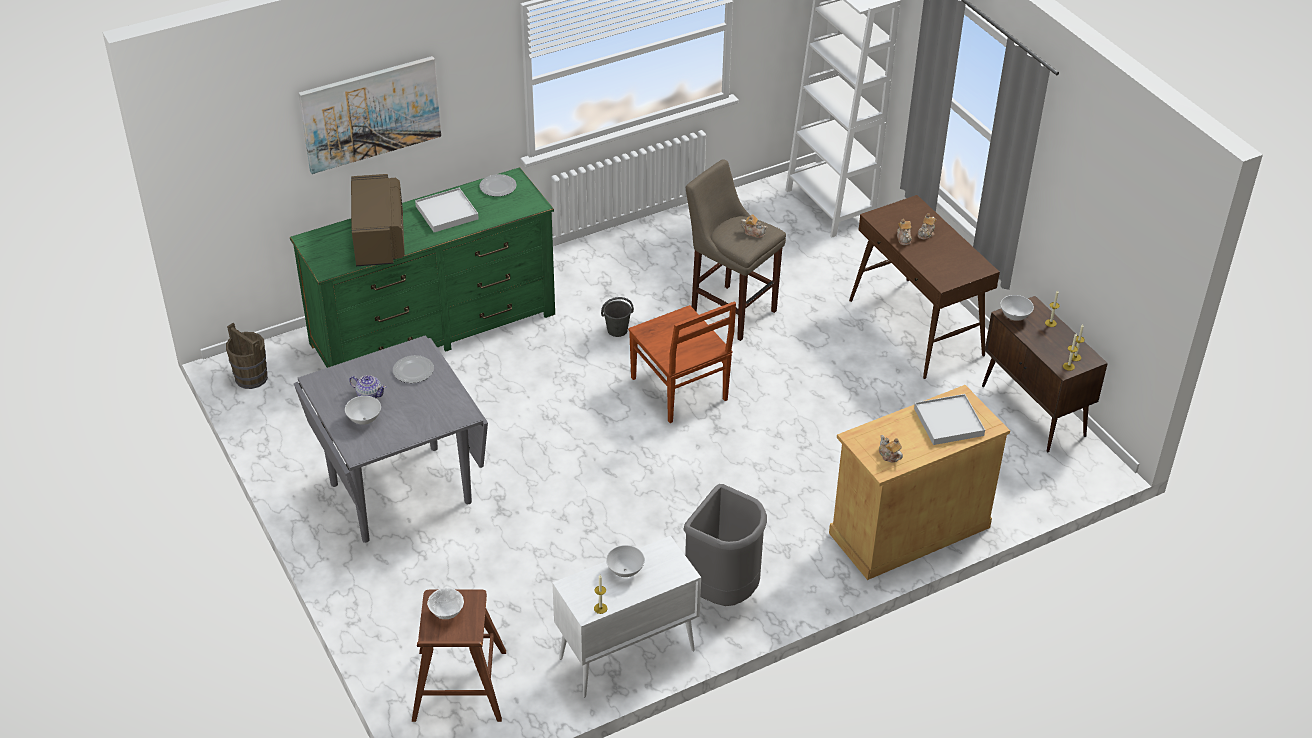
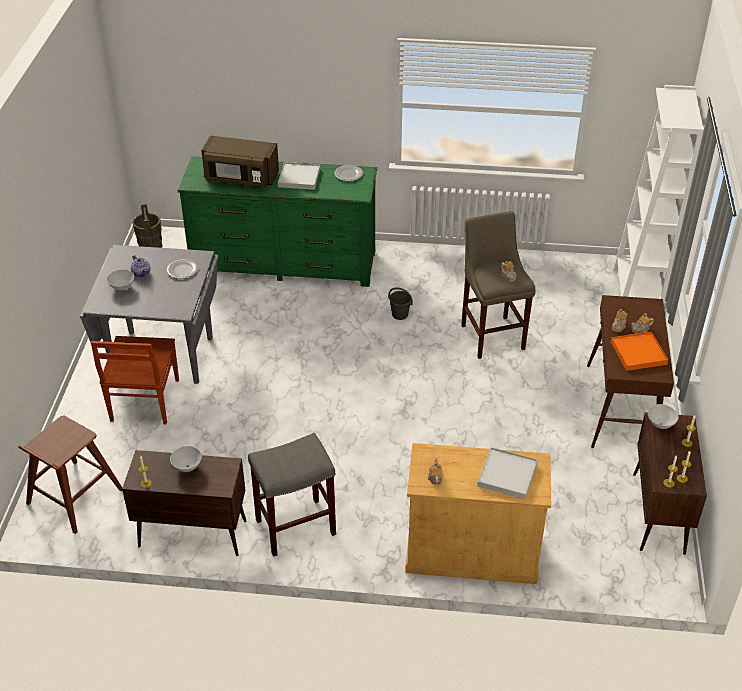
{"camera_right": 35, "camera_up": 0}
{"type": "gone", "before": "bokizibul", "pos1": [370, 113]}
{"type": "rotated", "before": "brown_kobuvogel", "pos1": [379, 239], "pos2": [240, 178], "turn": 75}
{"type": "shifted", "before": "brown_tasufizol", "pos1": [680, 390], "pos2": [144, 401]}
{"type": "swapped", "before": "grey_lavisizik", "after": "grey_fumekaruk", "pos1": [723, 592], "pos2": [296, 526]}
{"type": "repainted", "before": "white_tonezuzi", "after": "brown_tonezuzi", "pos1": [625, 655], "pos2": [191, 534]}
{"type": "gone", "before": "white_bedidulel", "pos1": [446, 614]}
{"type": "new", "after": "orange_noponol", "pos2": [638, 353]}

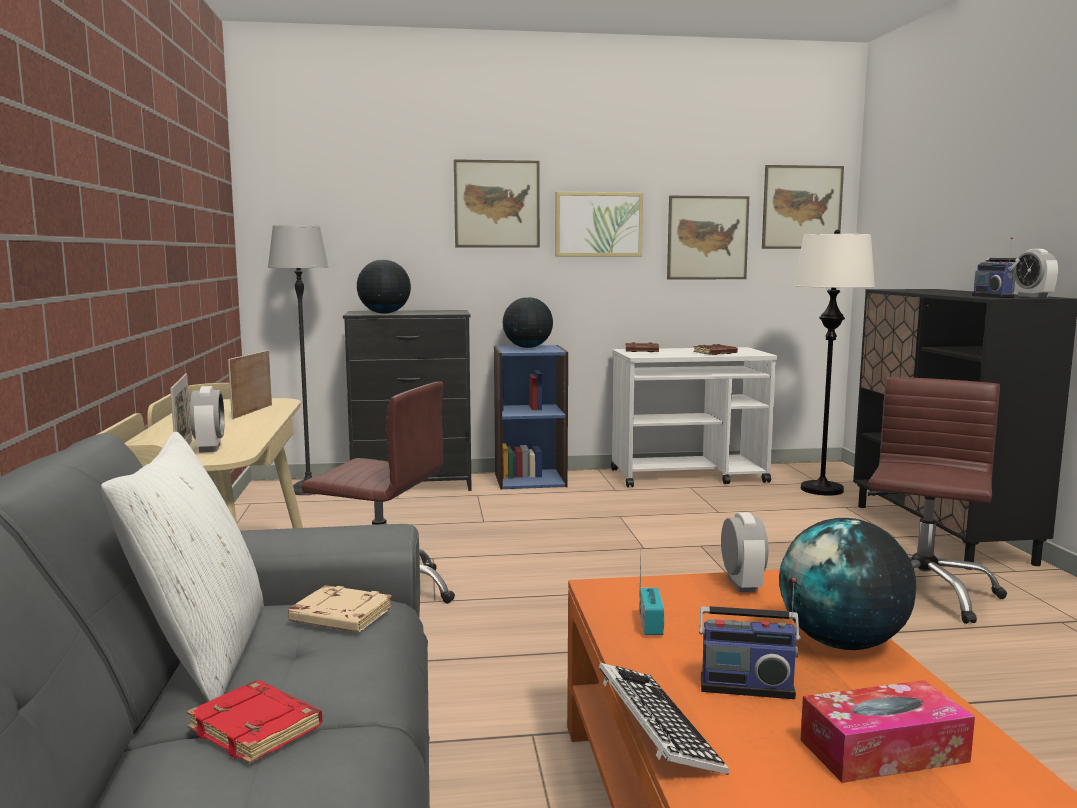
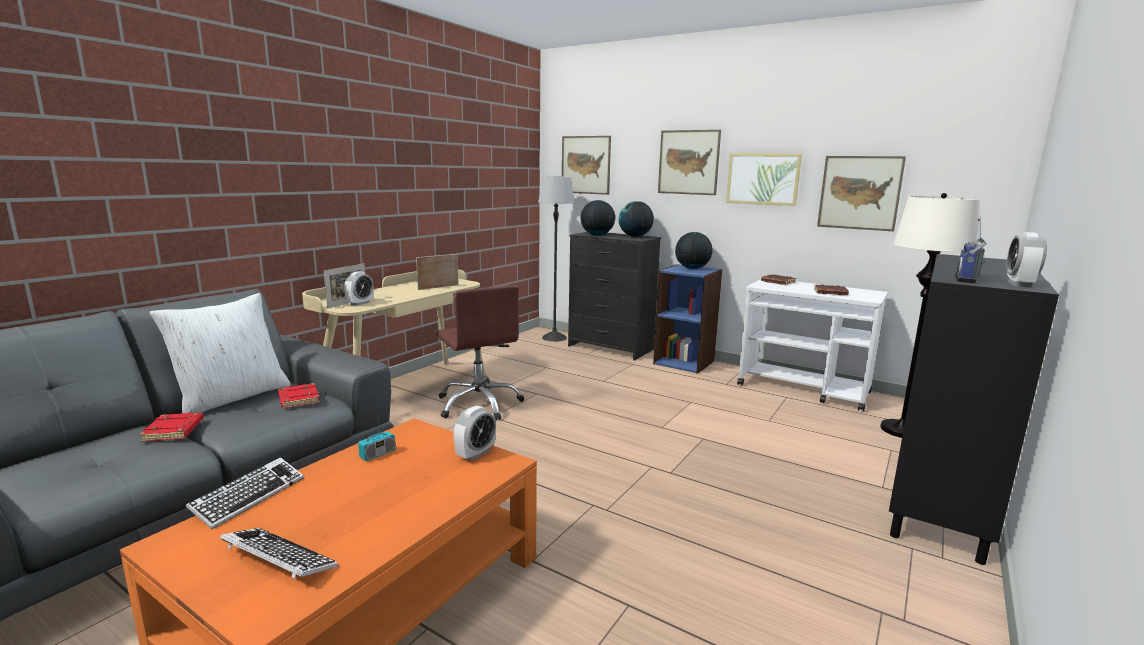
{"camera_right": 40, "camera_up": 5}
{"type": "shifted", "before": "bokizibul", "pos1": [802, 207], "pos2": [585, 165]}
{"type": "gone", "before": "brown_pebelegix", "pos1": [921, 592]}
{"type": "shifted", "before": "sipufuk", "pos1": [843, 643], "pos2": [635, 236]}
{"type": "gone", "before": "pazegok", "pos1": [746, 685]}
{"type": "repainted", "before": "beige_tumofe", "after": "red_tumofe", "pos1": [339, 617], "pos2": [298, 399]}
{"type": "swapped", "before": "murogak", "after": "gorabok", "pos1": [883, 751], "pos2": [278, 559]}

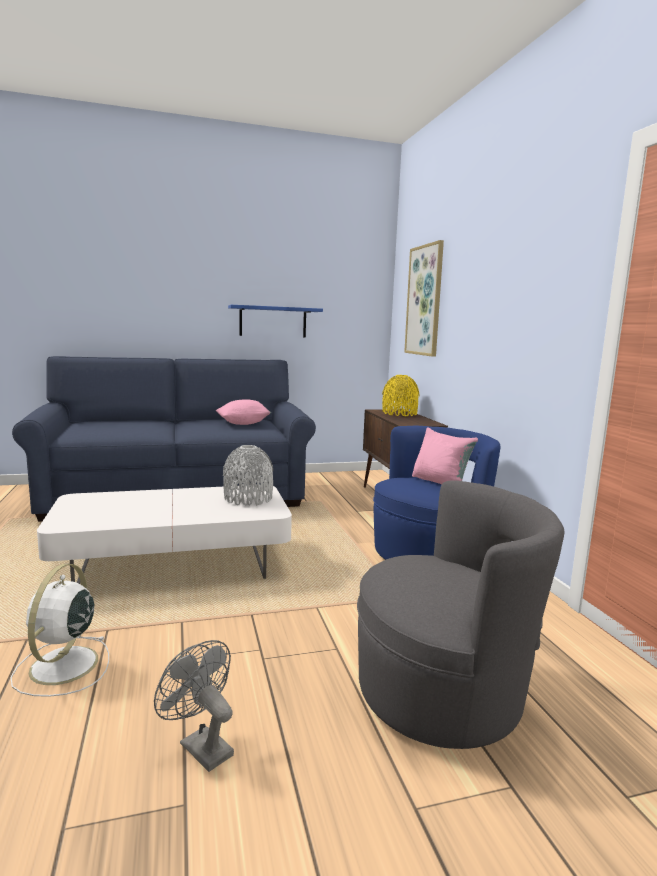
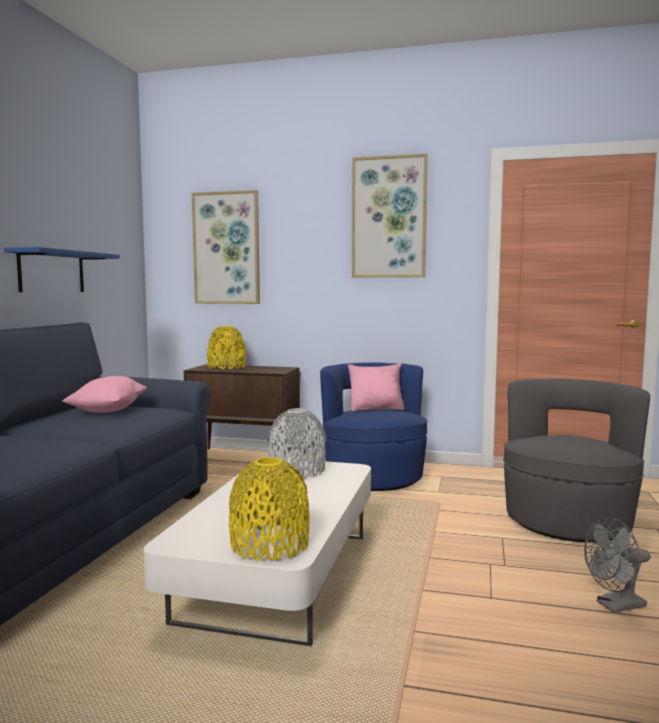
{"camera_right": -60, "camera_up": -5}
{"type": "gone", "before": "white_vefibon", "pos1": [62, 667]}
{"type": "new", "after": "bokizibul", "pos2": [389, 217]}
{"type": "new", "after": "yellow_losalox", "pos2": [269, 544]}

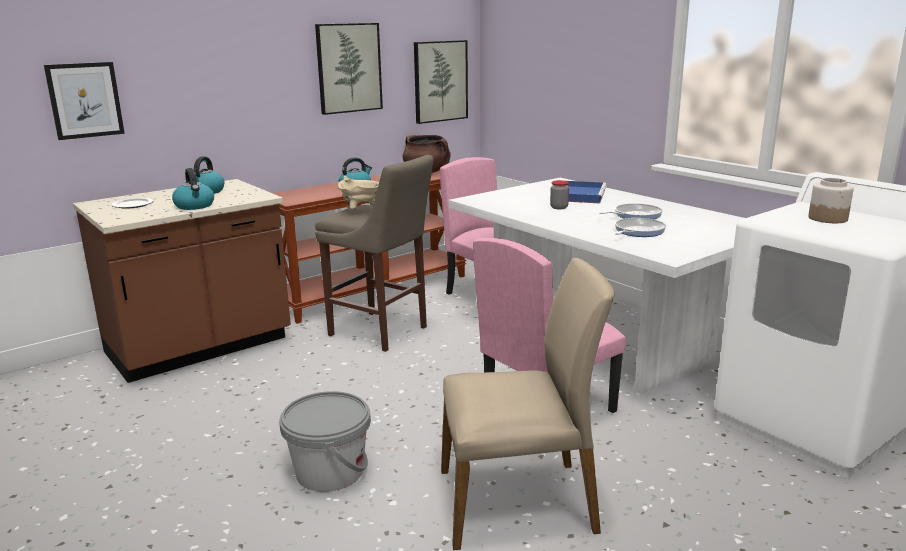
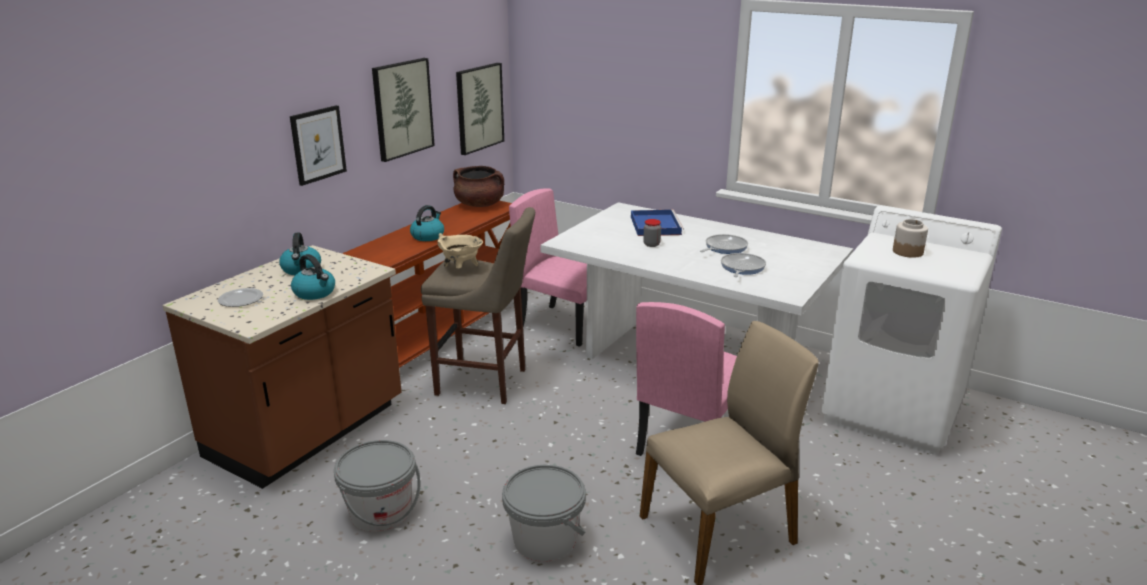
{"camera_right": -20, "camera_up": 5}
{"type": "shifted", "before": "bokizibul", "pos1": [85, 100], "pos2": [318, 144]}
{"type": "new", "after": "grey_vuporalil", "pos2": [380, 511]}

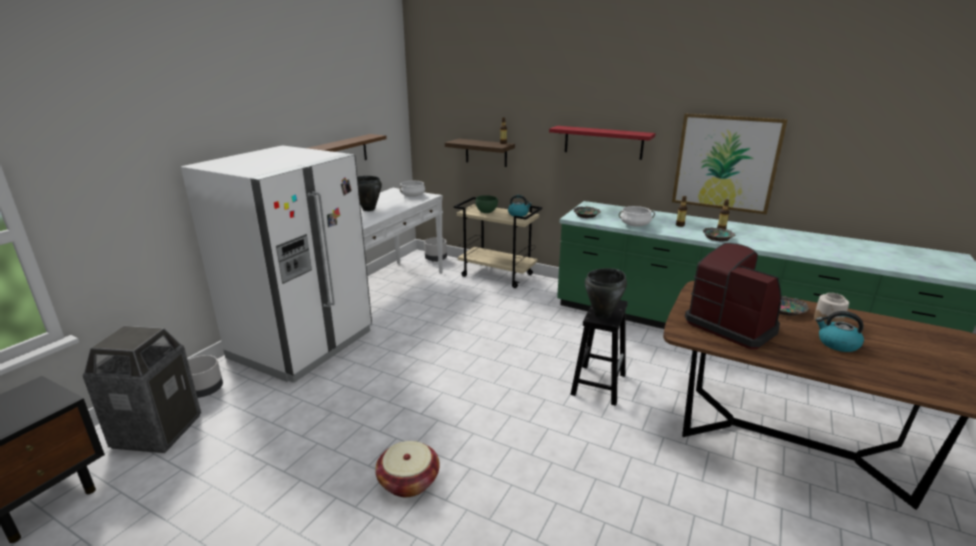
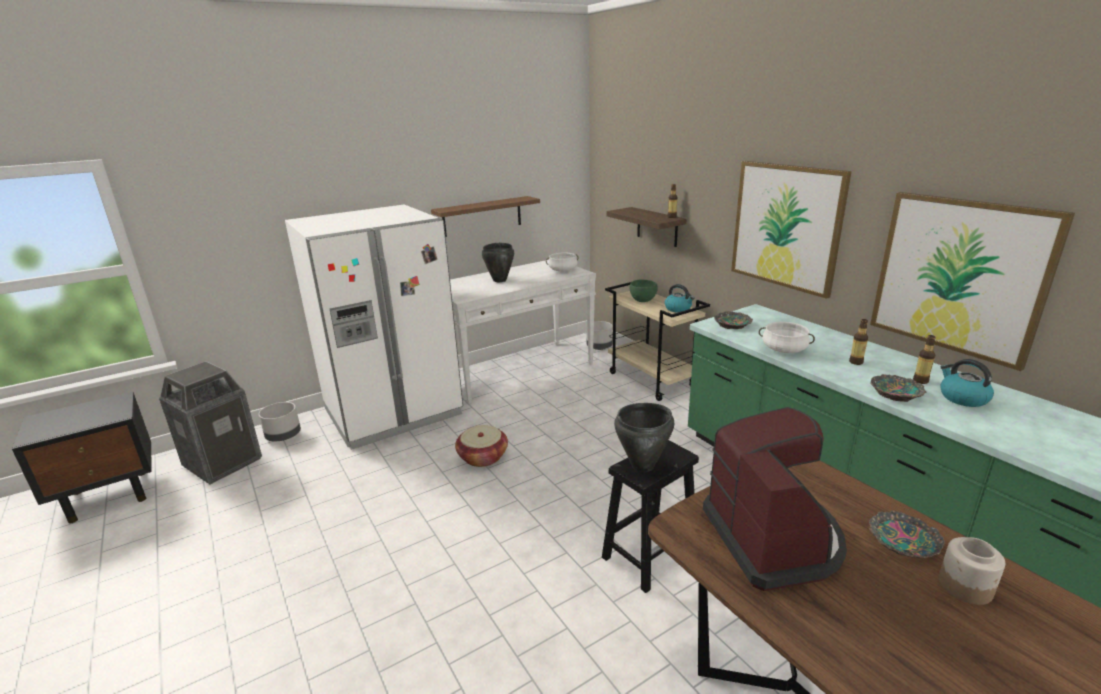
{"camera_right": 30, "camera_up": 0}
{"type": "swapped", "before": "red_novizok", "after": "bokizibul", "pos1": [603, 142], "pos2": [786, 226]}
{"type": "shifted", "before": "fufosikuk", "pos1": [837, 344], "pos2": [962, 398]}
{"type": "shifted", "before": "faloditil", "pos1": [409, 481], "pos2": [483, 457]}

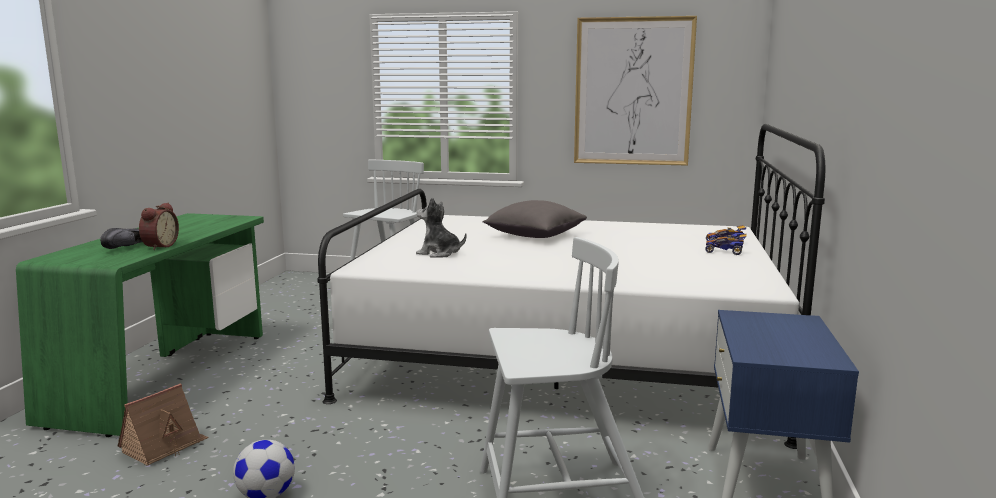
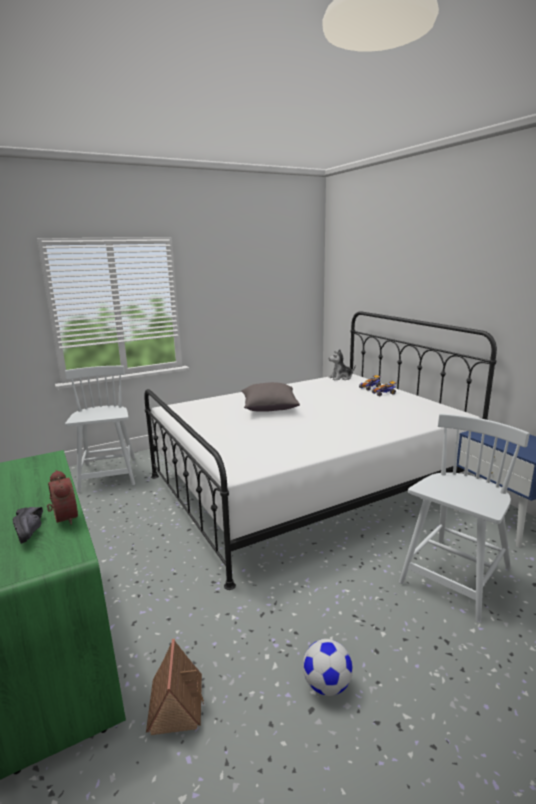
{"camera_right": -40, "camera_up": 5}
{"type": "gone", "before": "bokizibul", "pos1": [633, 92]}
{"type": "shifted", "before": "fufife", "pos1": [439, 253], "pos2": [341, 378]}

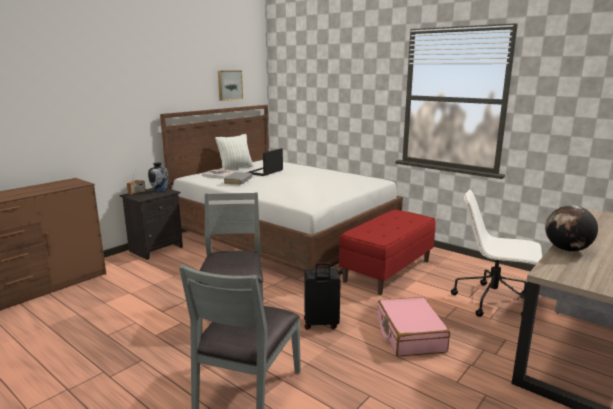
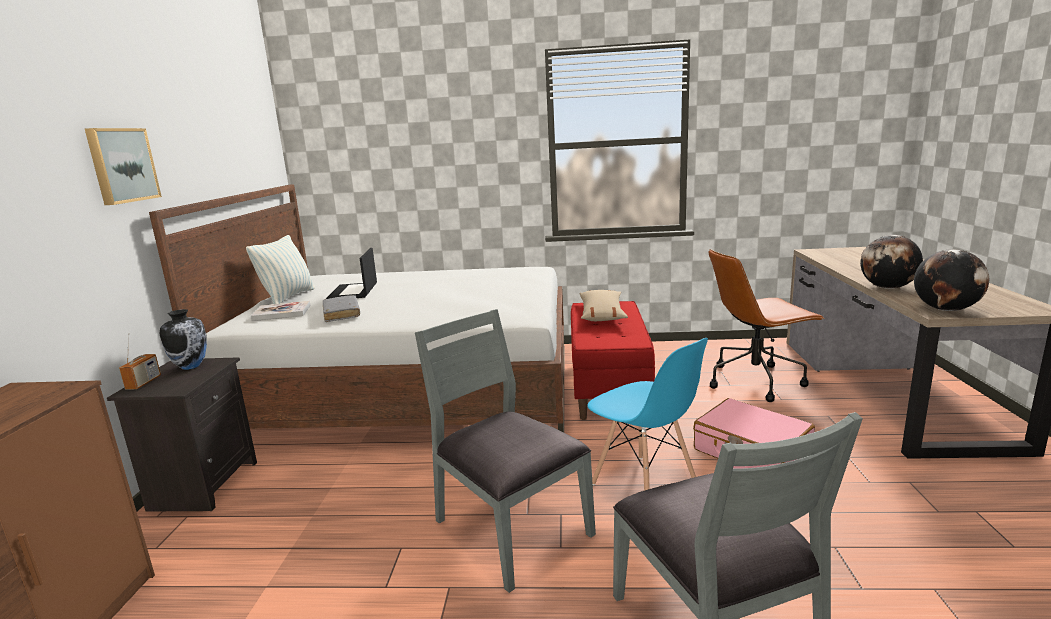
{"camera_right": -35, "camera_up": 0}
{"type": "shifted", "before": "bokizibul", "pos1": [229, 85], "pos2": [121, 165]}
{"type": "repainted", "before": "white_pebelegix", "after": "brown_pebelegix", "pos1": [493, 301], "pos2": [755, 381]}
{"type": "swapped", "before": "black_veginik", "after": "blue_tasufizol", "pos1": [321, 324], "pos2": [644, 486]}
{"type": "new", "after": "sipufuk", "pos2": [945, 309]}
{"type": "new", "after": "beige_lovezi", "pos2": [602, 314]}

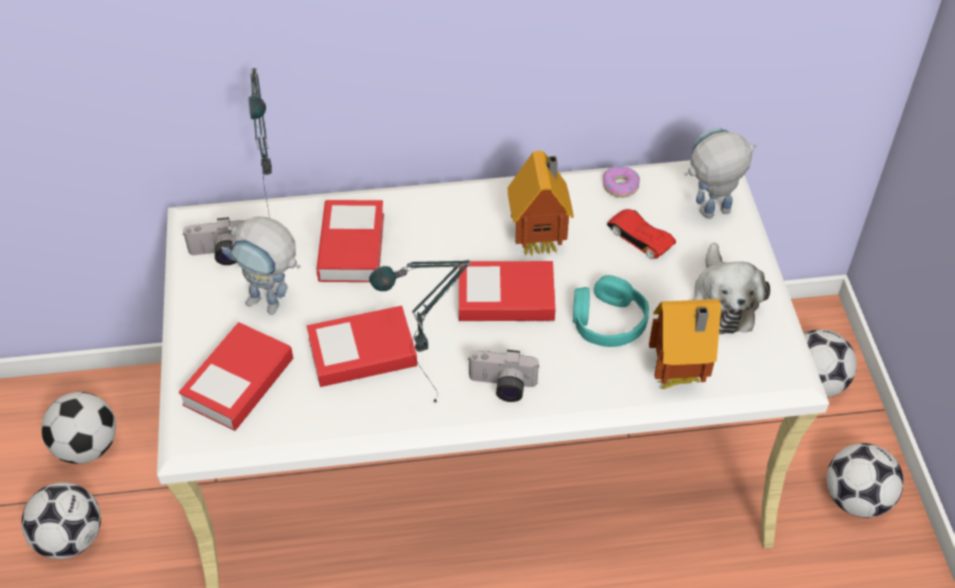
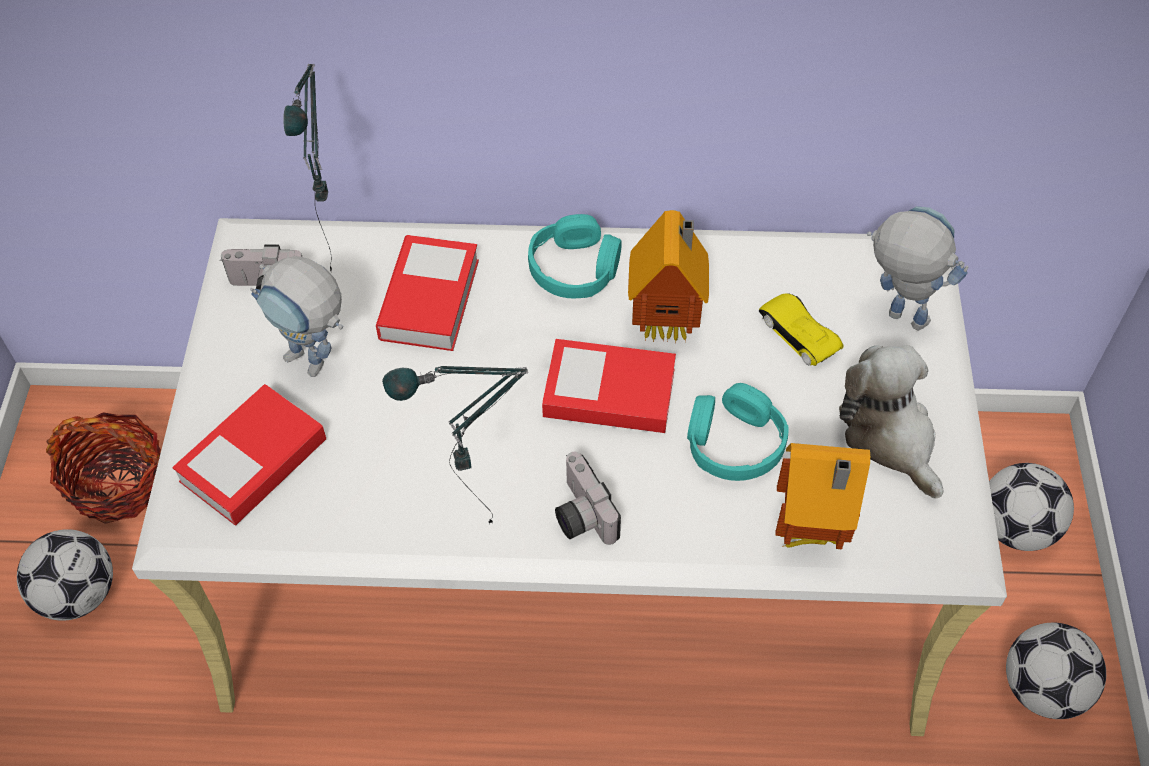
{"camera_right": 10, "camera_up": 5}
{"type": "rotated", "before": "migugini", "pos1": [708, 216], "pos2": [895, 315], "turn": 45}
{"type": "gone", "before": "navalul", "pos1": [620, 186]}
{"type": "repainted", "before": "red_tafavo", "after": "yellow_tafavo", "pos1": [640, 237], "pos2": [799, 333]}
{"type": "rotated", "before": "fufife", "pos1": [722, 301], "pos2": [890, 436], "turn": 150}
{"type": "gone", "before": "tumofe", "pos1": [362, 353]}
{"type": "rotated", "before": "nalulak", "pos1": [502, 387], "pos2": [579, 514], "turn": 45}
{"type": "swapped", "before": "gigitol", "after": "faloditil", "pos1": [87, 447], "pos2": [119, 483]}
{"type": "new", "after": "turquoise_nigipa", "pos2": [574, 268]}

